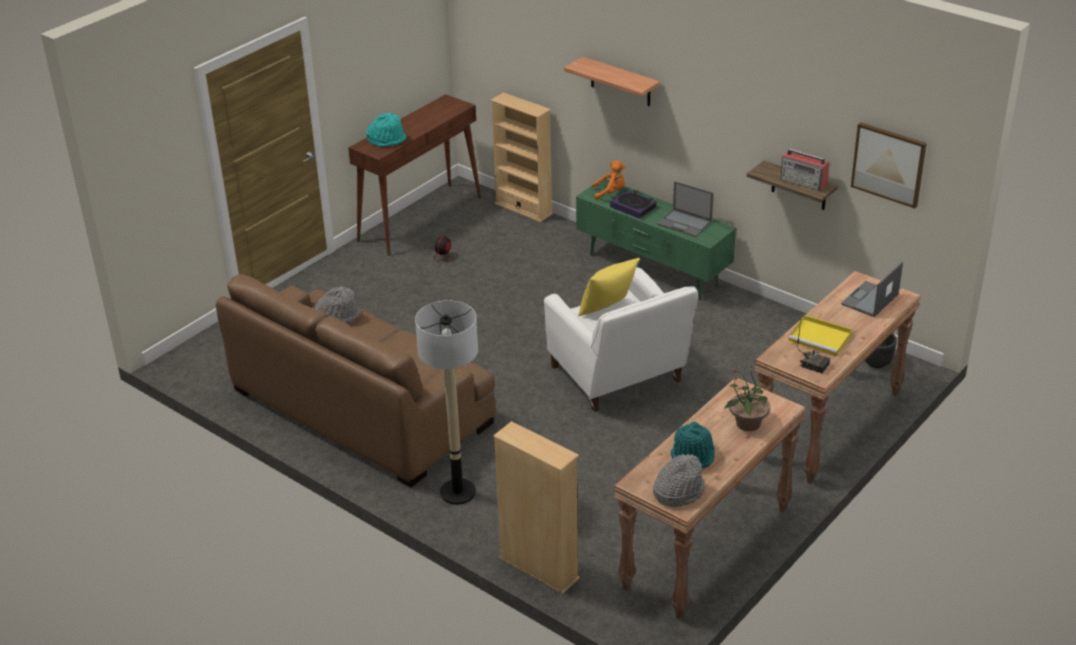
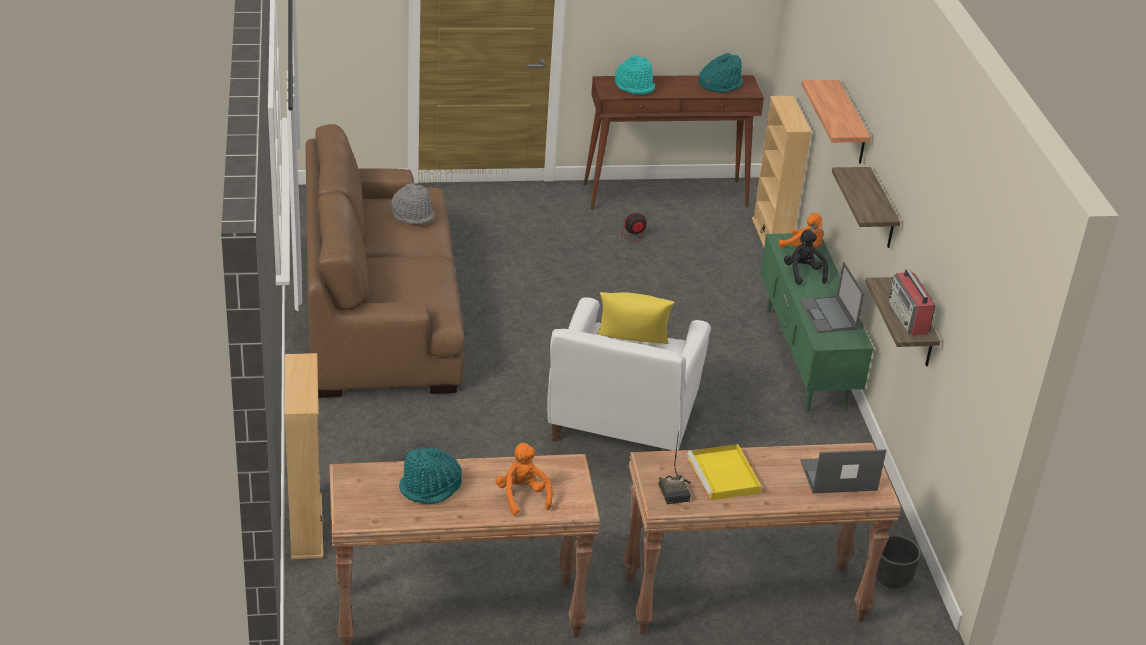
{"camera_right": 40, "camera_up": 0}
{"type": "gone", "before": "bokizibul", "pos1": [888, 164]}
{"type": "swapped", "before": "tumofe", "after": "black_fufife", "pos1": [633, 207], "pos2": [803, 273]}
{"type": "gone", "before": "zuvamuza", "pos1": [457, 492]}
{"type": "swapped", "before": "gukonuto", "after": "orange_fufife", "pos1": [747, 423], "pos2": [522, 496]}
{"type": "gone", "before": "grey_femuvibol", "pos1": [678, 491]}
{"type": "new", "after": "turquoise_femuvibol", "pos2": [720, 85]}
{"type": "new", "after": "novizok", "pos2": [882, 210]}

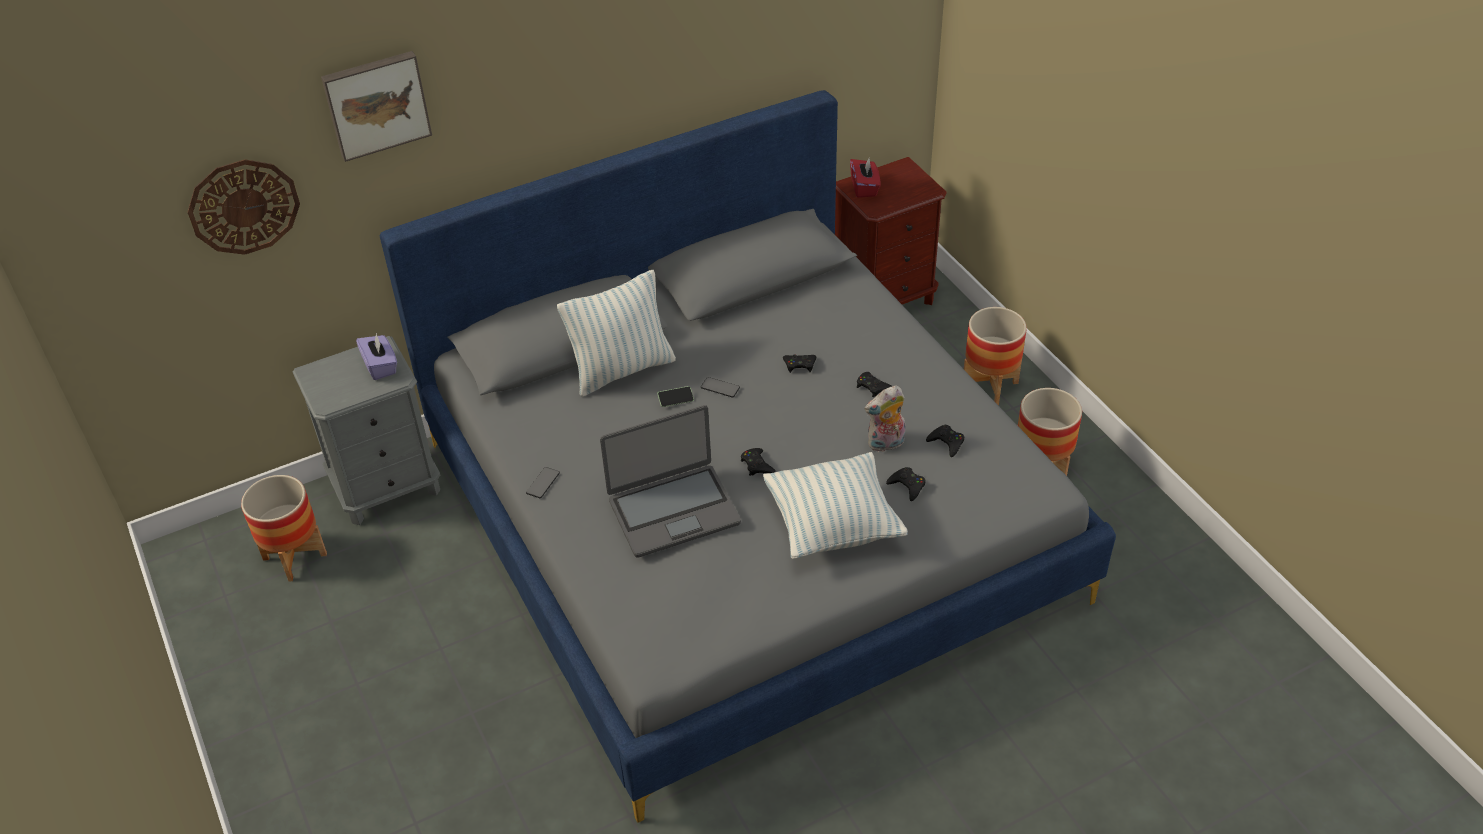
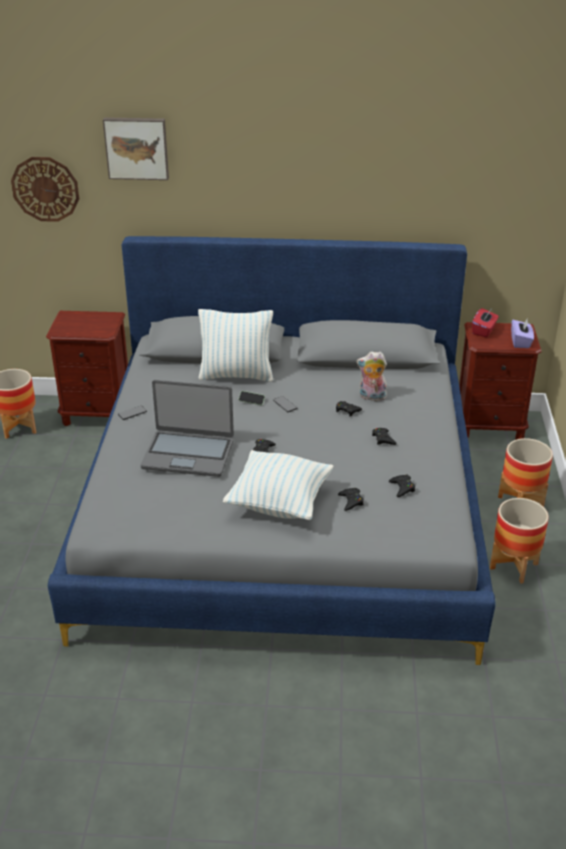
{"camera_right": 30, "camera_up": -10}
{"type": "shifted", "before": "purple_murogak", "pos1": [380, 366], "pos2": [520, 342]}
{"type": "repainted", "before": "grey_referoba", "after": "brown_referoba", "pos1": [387, 487], "pos2": [97, 413]}
{"type": "shifted", "before": "fufife", "pos1": [886, 444], "pos2": [371, 397]}

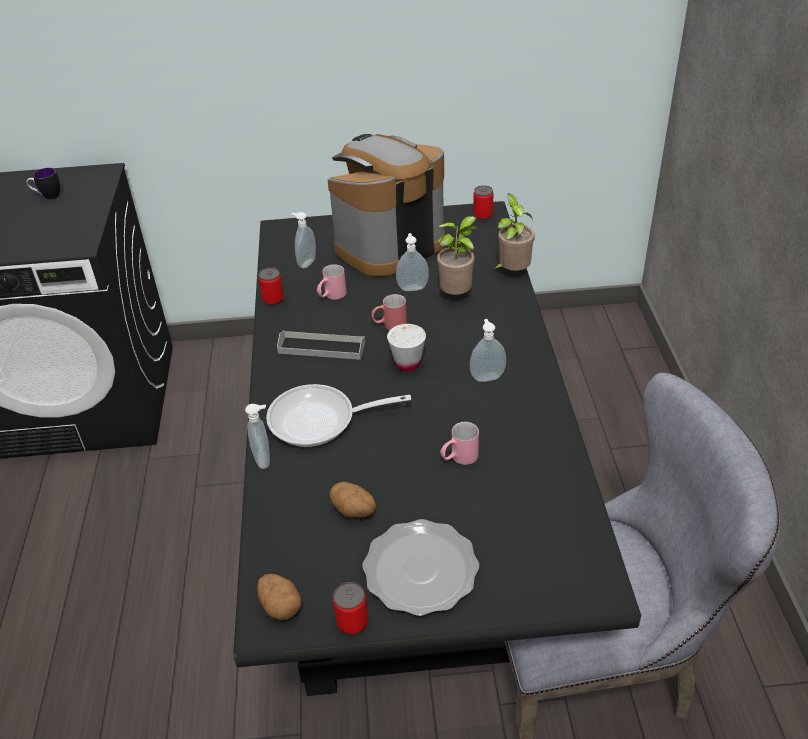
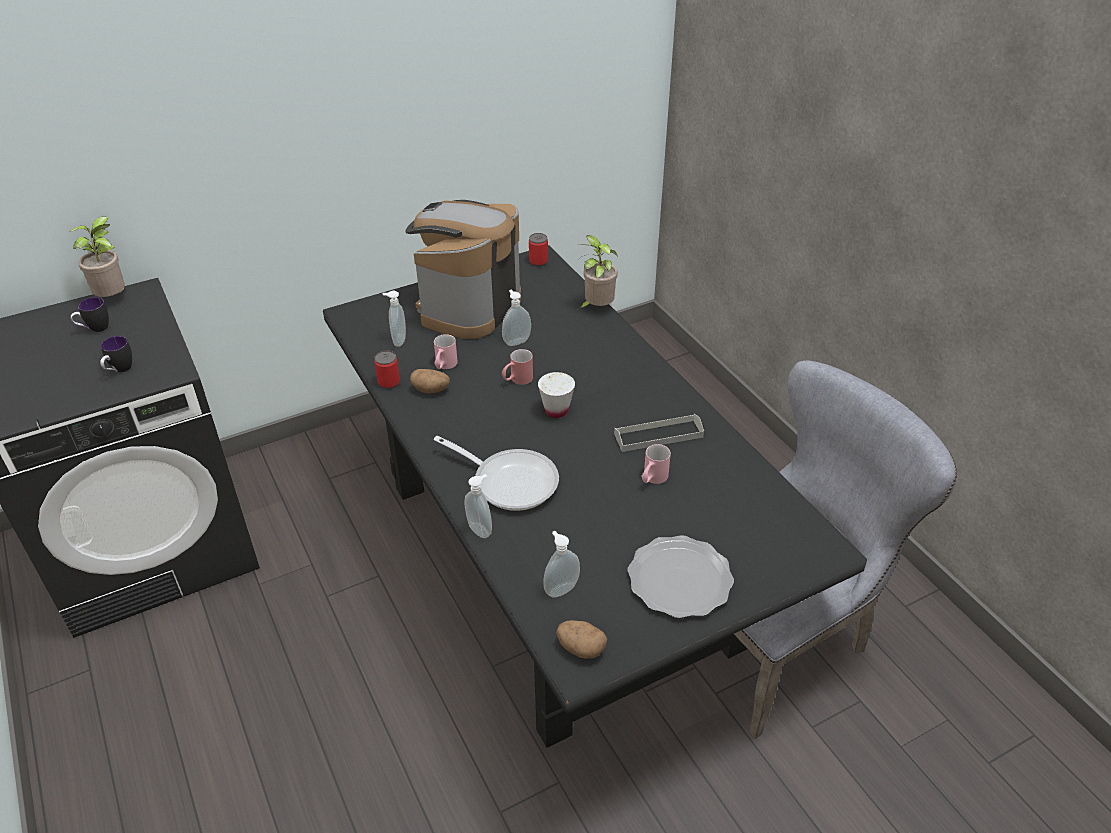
{"camera_right": -25, "camera_up": 0}
{"type": "shifted", "before": "gukonuto", "pos1": [457, 295], "pos2": [114, 298]}
{"type": "shifted", "before": "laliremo", "pos1": [487, 376], "pos2": [560, 588]}
{"type": "shifted", "before": "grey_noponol", "pos1": [321, 348], "pos2": [658, 435]}
{"type": "rotated", "before": "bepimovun", "pos1": [320, 421], "pos2": [509, 481], "turn": -120}
{"type": "shifted", "before": "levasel", "pos1": [354, 511], "pos2": [431, 390]}
{"type": "gone", "before": "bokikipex", "pos1": [352, 622]}
{"type": "new", "after": "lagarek", "pos2": [120, 370]}

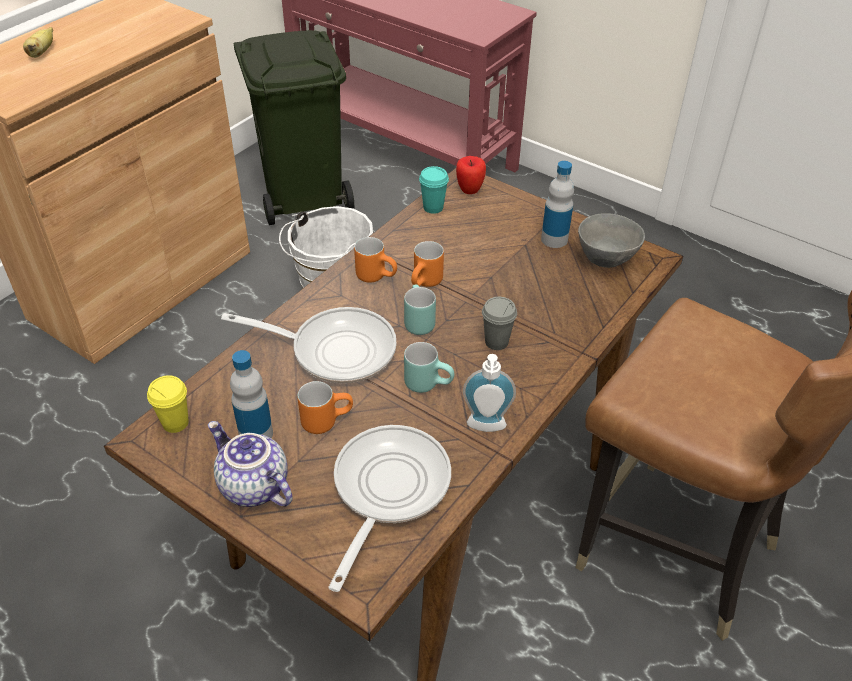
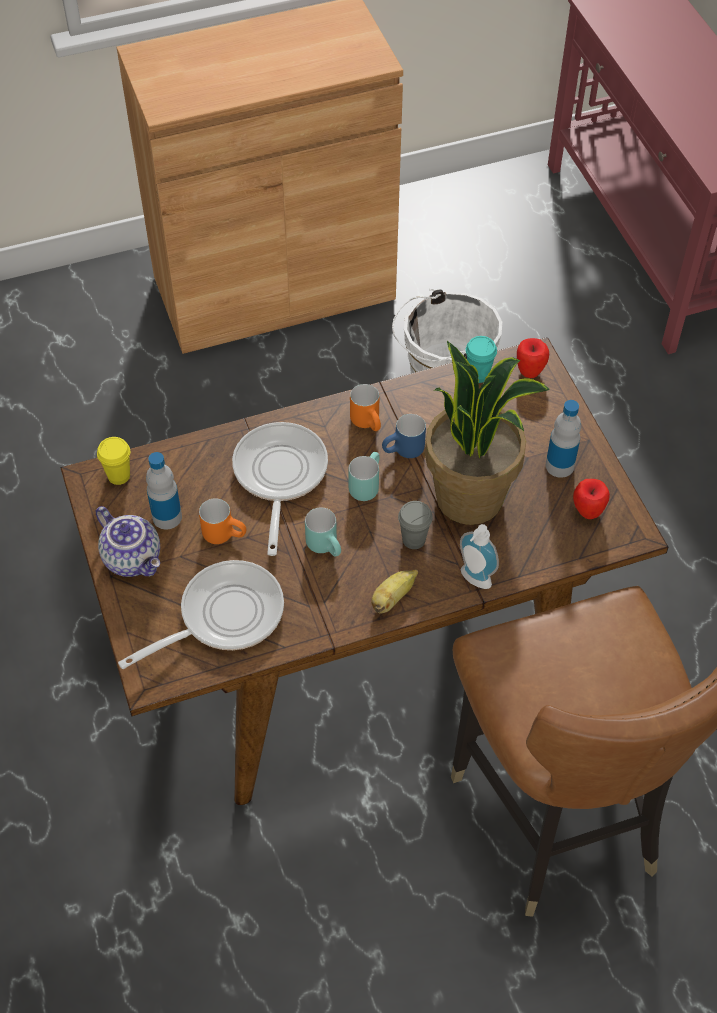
{"camera_right": 35, "camera_up": 10}
{"type": "shifted", "before": "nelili", "pos1": [42, 53], "pos2": [392, 598]}
{"type": "gone", "before": "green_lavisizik", "pos1": [305, 197]}
{"type": "swapped", "before": "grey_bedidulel", "after": "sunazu", "pos1": [606, 260], "pos2": [587, 512]}
{"type": "repainted", "before": "orange_lagarek", "after": "blue_lagarek", "pos1": [426, 284], "pos2": [404, 452]}
{"type": "rotated", "before": "bepimovun", "pos1": [335, 350], "pos2": [279, 476], "turn": -135}
{"type": "shifted", "before": "laliremo", "pos1": [486, 428], "pos2": [473, 580]}
{"type": "rotated", "before": "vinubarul", "pos1": [252, 487], "pos2": [134, 558], "turn": 150}
{"type": "new", "after": "gukonuto", "pos2": [471, 497]}

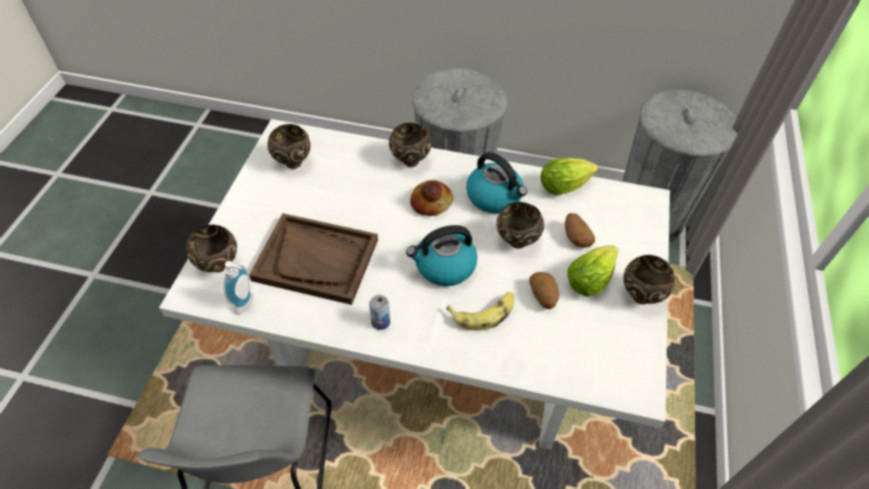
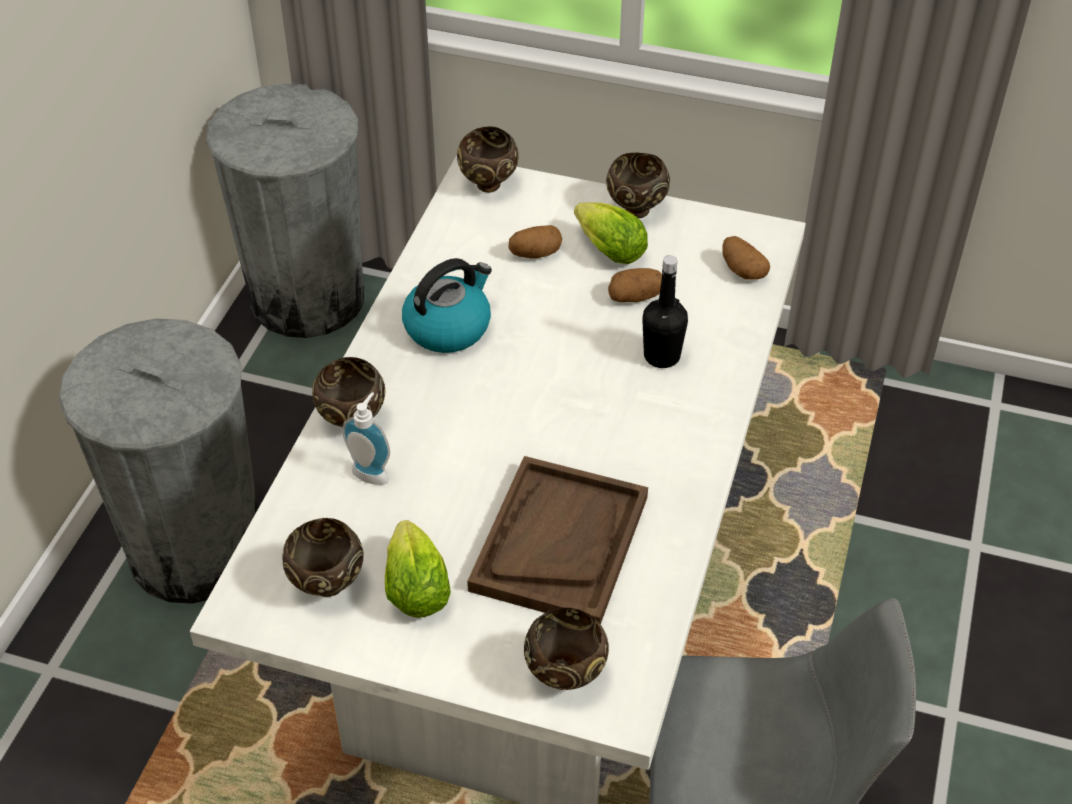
{"camera_right": -85, "camera_up": -5}
{"type": "shifted", "before": "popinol", "pos1": [566, 186], "pos2": [415, 585]}
{"type": "gone", "before": "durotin", "pos1": [430, 202]}
{"type": "shifted", "before": "brown_bedidulel", "pos1": [516, 242], "pos2": [488, 186]}
{"type": "gone", "before": "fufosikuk", "pos1": [444, 266]}
{"type": "shifted", "before": "laliremo", "pos1": [247, 305], "pos2": [372, 471]}
{"type": "swapped", "before": "nelili", "after": "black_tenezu", "pos1": [484, 313], "pos2": [662, 356]}
{"type": "gone", "before": "bokikipex", "pos1": [380, 322]}
{"type": "new", "after": "levasel", "pos2": [741, 270]}

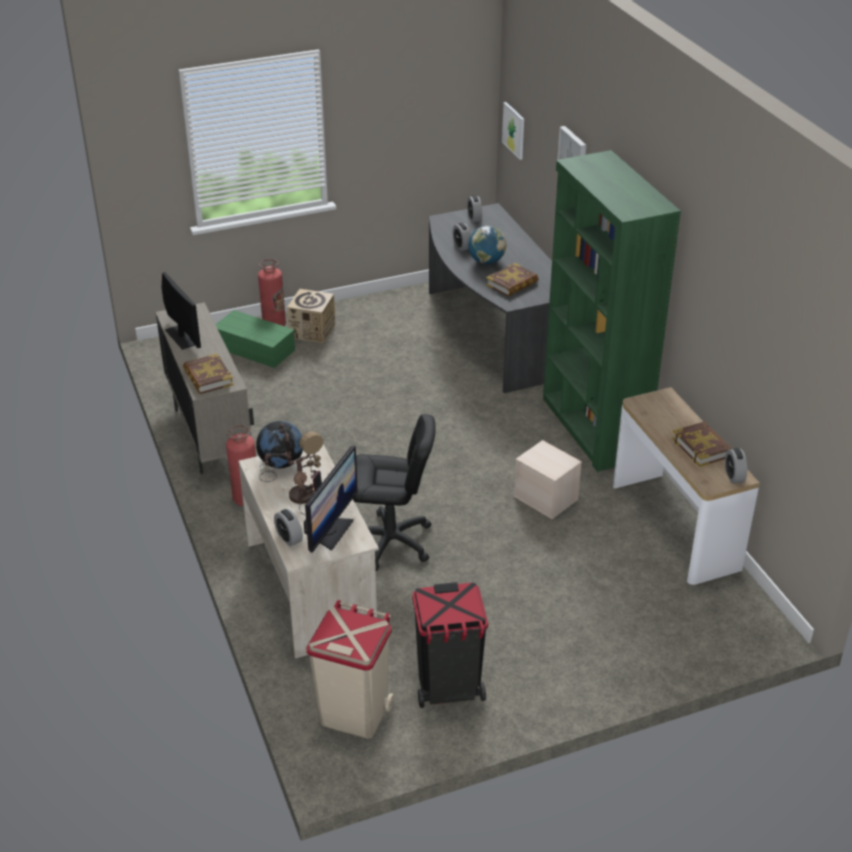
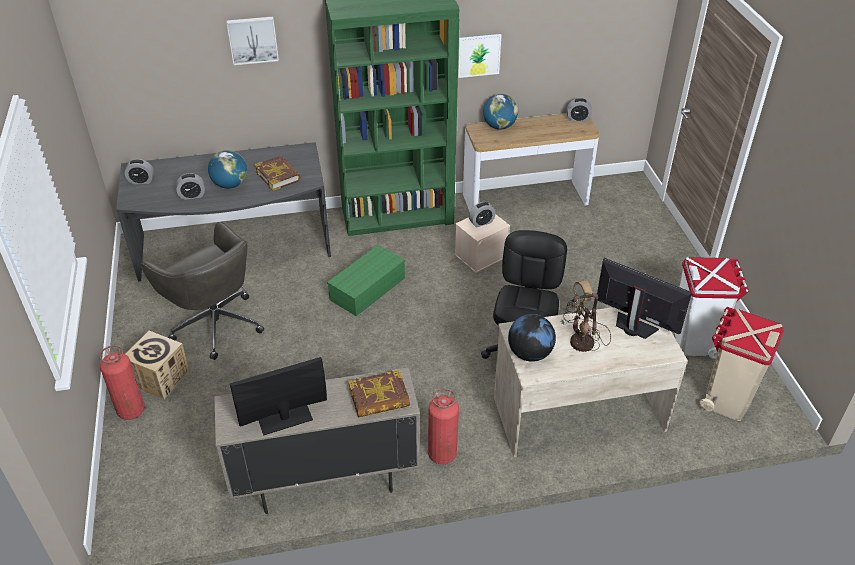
{"camera_right": -80, "camera_up": 5}
{"type": "shifted", "before": "bokizibul", "pos1": [514, 130], "pos2": [479, 55]}
{"type": "shifted", "before": "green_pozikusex", "pos1": [256, 348], "pos2": [367, 288]}
{"type": "gone", "before": "tumofe", "pos1": [702, 447]}
{"type": "shifted", "before": "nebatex", "pos1": [289, 538], "pos2": [481, 222]}
{"type": "repainted", "before": "black_lavisizik", "after": "white_lavisizik", "pos1": [449, 688], "pos2": [694, 340]}
{"type": "new", "after": "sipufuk", "pos2": [499, 126]}
{"type": "new", "after": "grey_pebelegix", "pos2": [215, 323]}

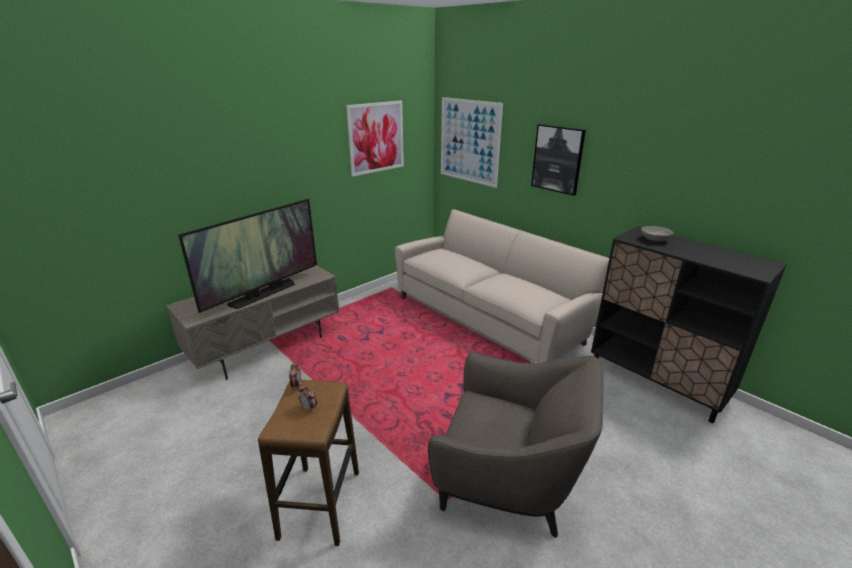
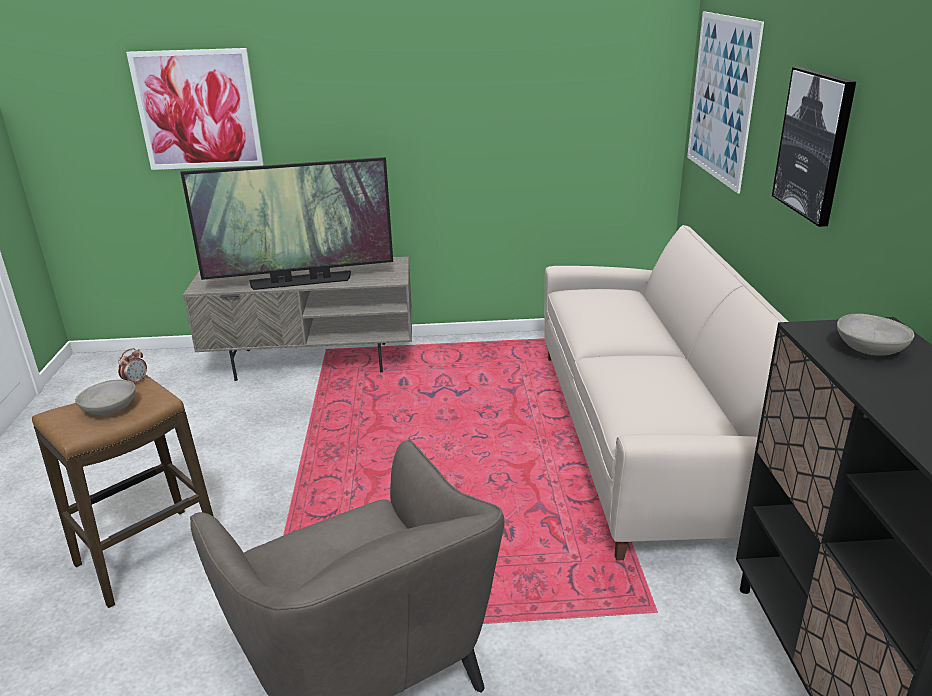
{"camera_right": 40, "camera_up": 0}
{"type": "shifted", "before": "bokizibul", "pos1": [376, 138], "pos2": [198, 110]}
{"type": "swapped", "before": "nebatex", "after": "grey_bedidulel", "pos1": [309, 408], "pos2": [110, 410]}

